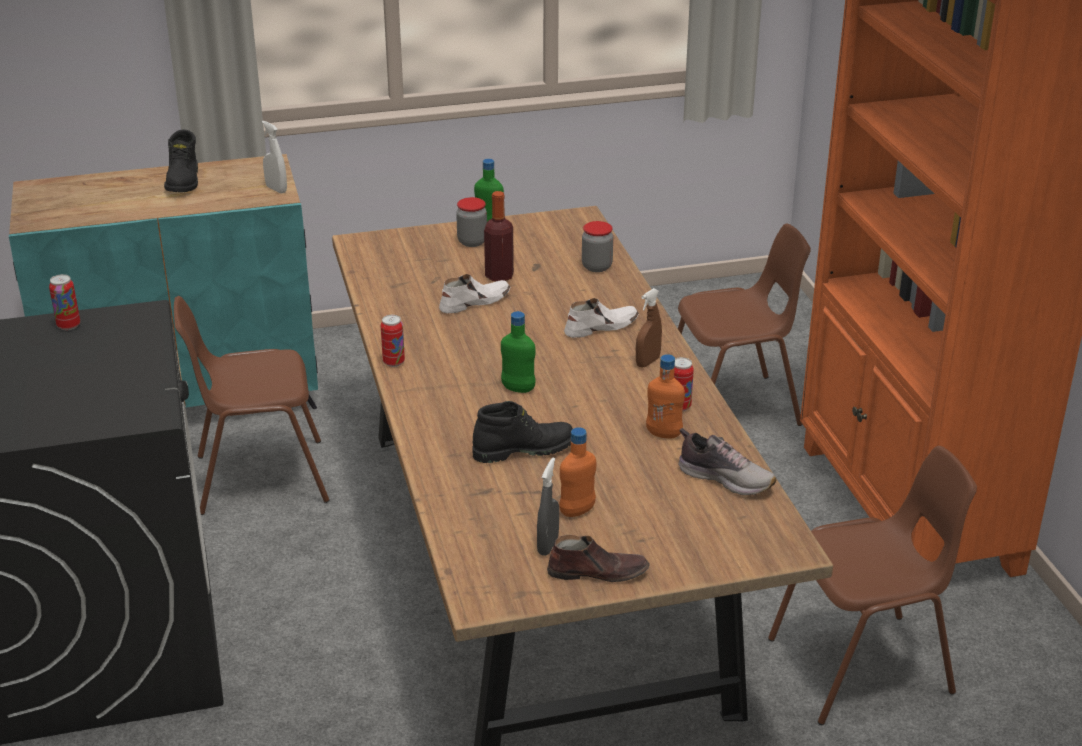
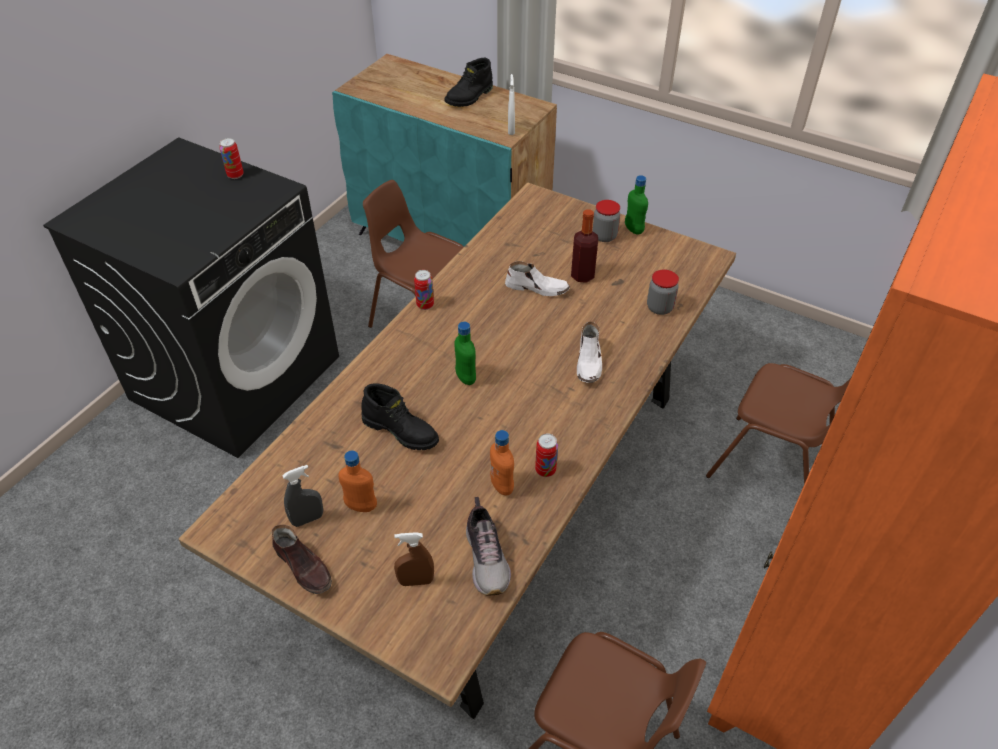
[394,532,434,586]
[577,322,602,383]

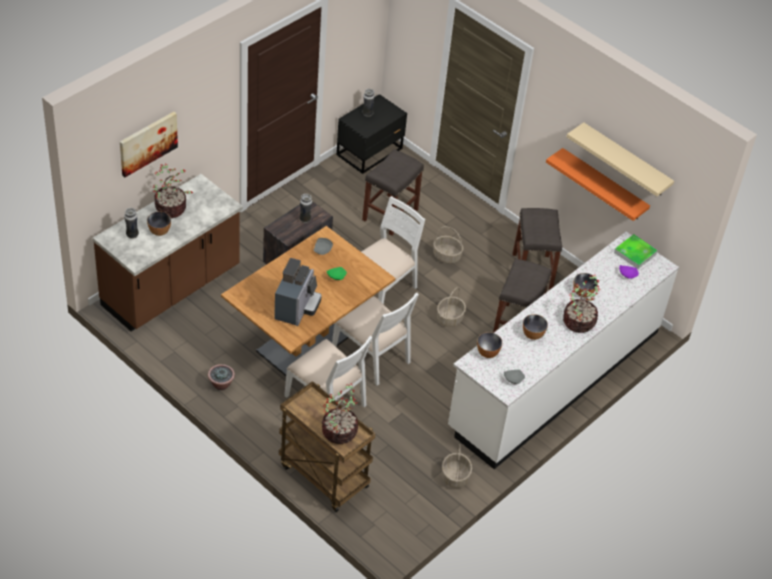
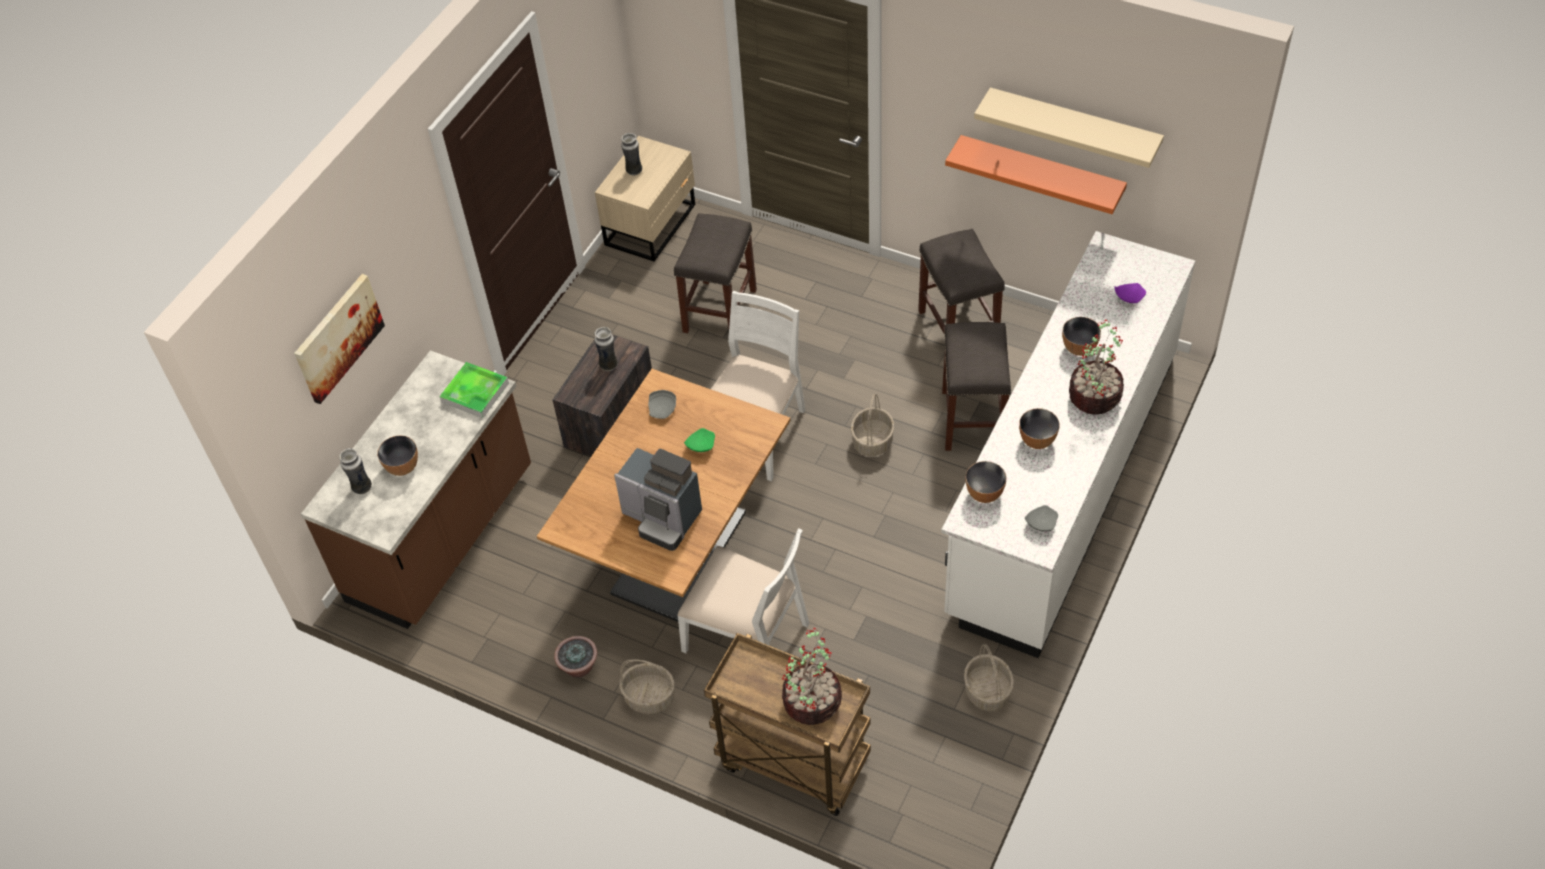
[153,163,193,218] (first image)
[332,293,419,386] (first image)
[619,659,675,714]
[439,362,509,418]
[595,136,695,261]
[614,448,702,551]

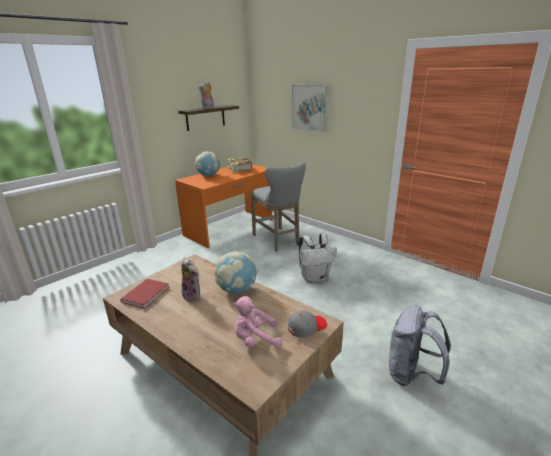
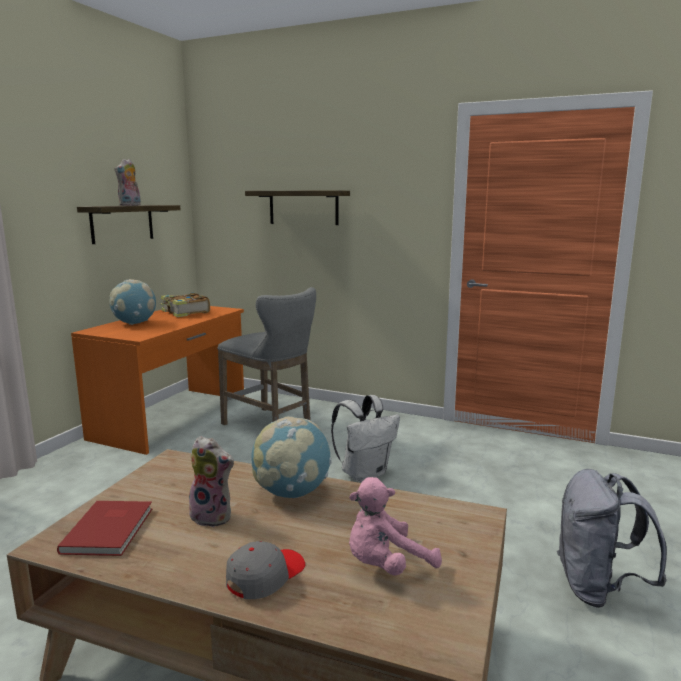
[226,541,305,599]
[245,190,350,225]

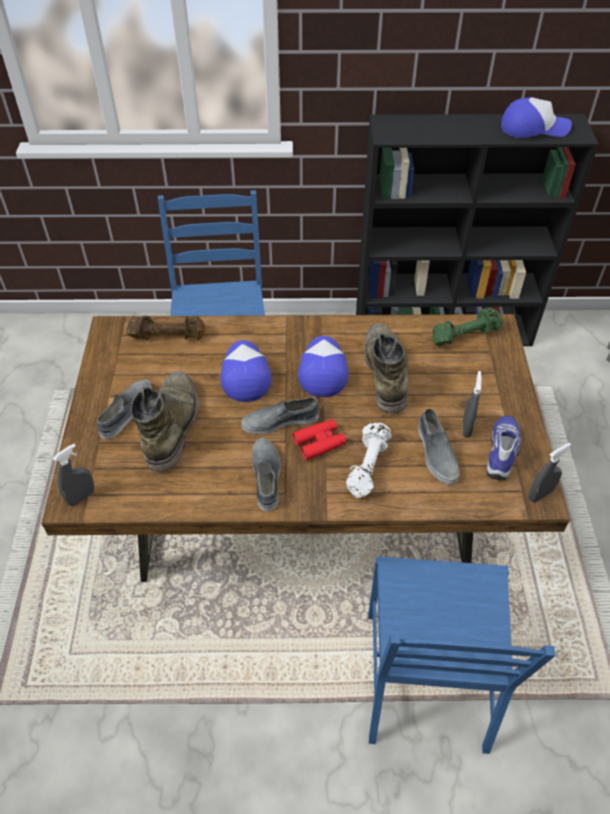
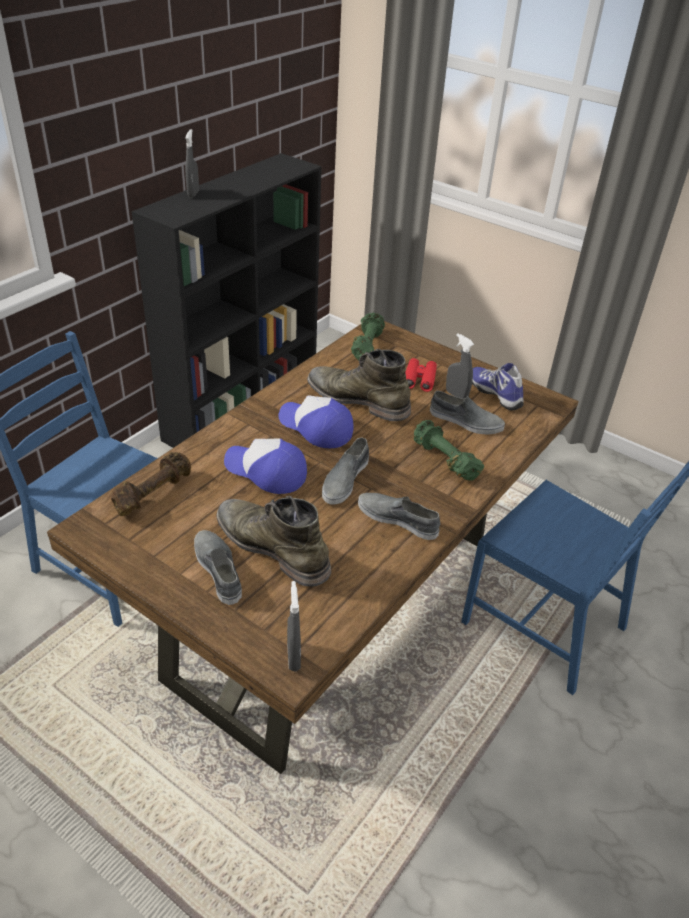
[501,97,572,138] (first image)
[405,358,437,392]
[185,129,199,197]
[414,420,484,481]

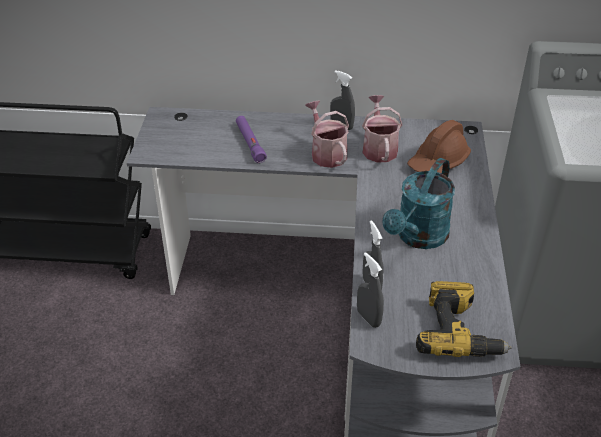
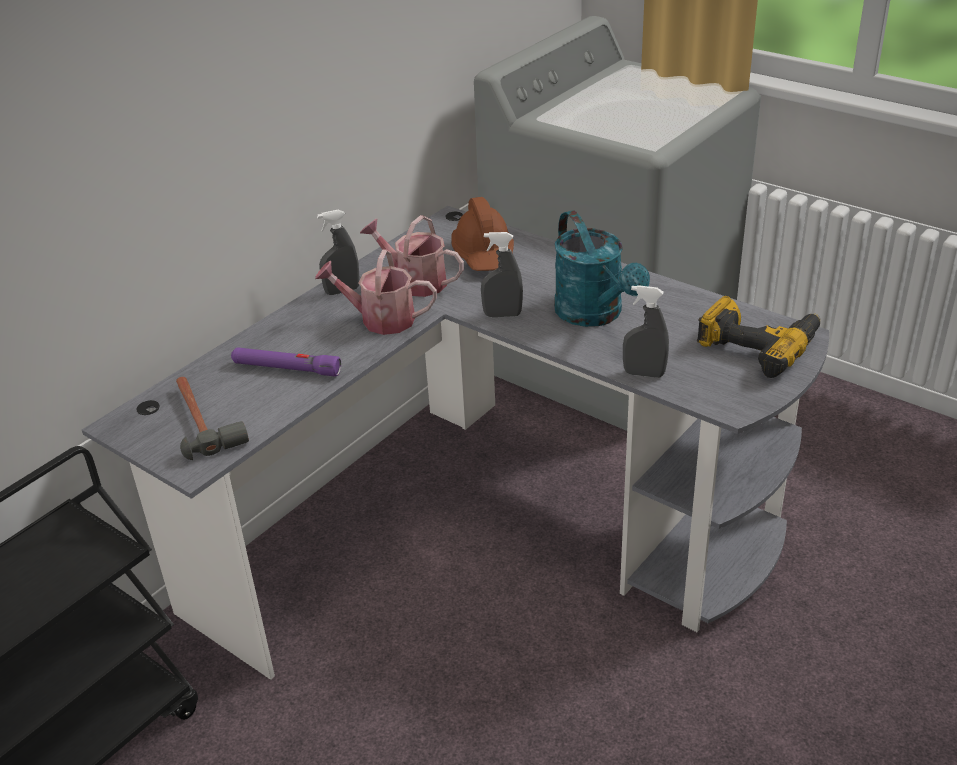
[176,377,249,460]
[481,232,523,317]

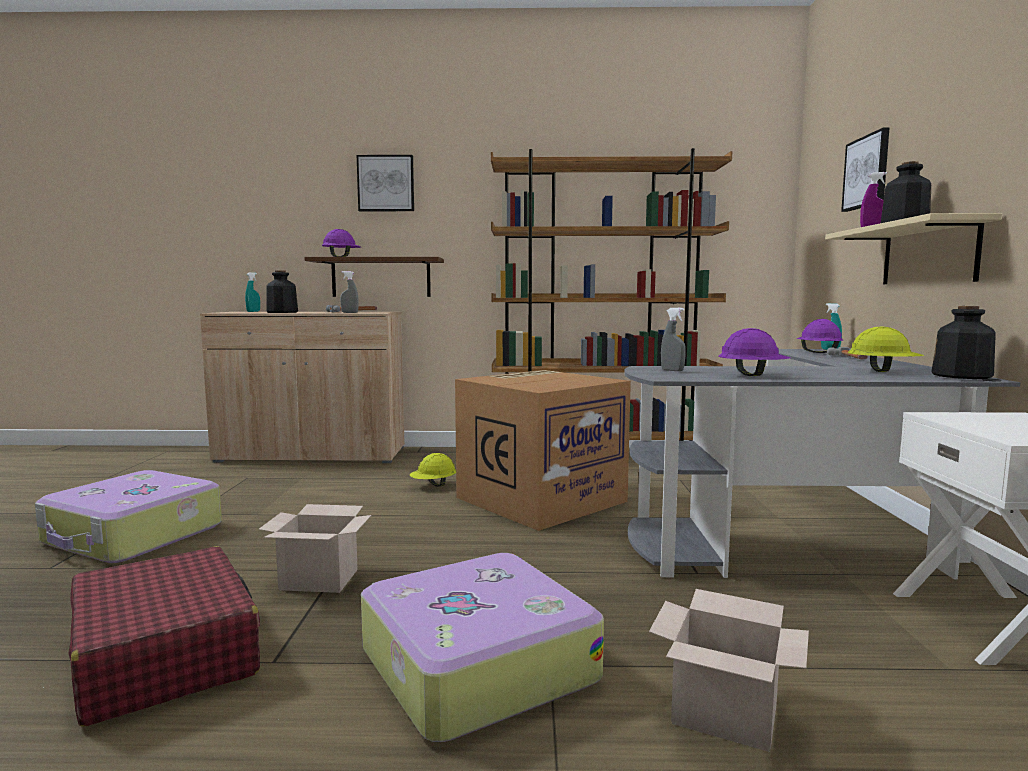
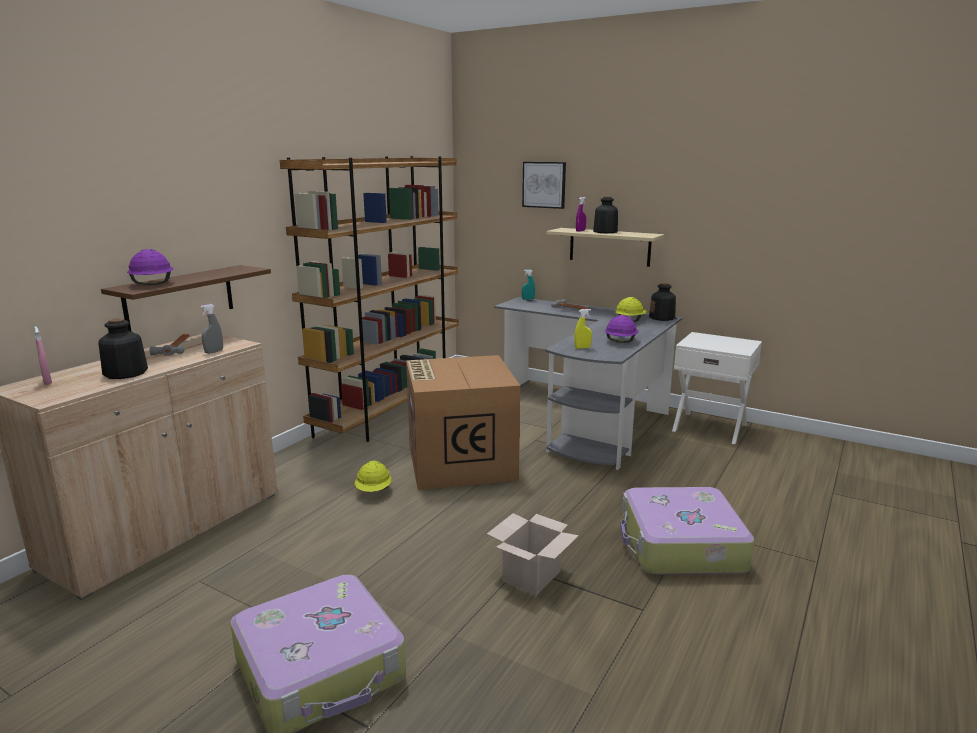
[68,546,260,727] (first image)
[357,155,414,211] (first image)
[649,589,809,752] (first image)
[797,319,843,353] (first image)
[34,326,52,385]
[575,309,592,349]

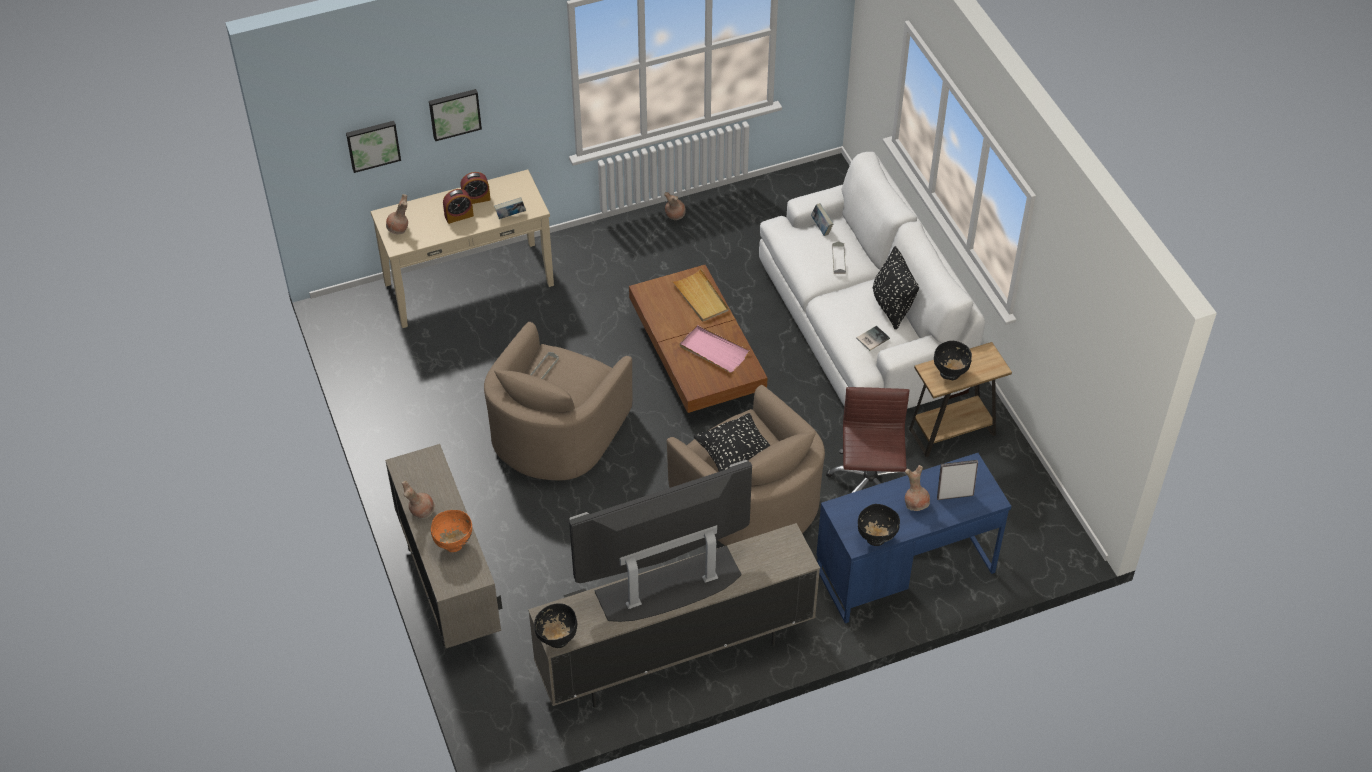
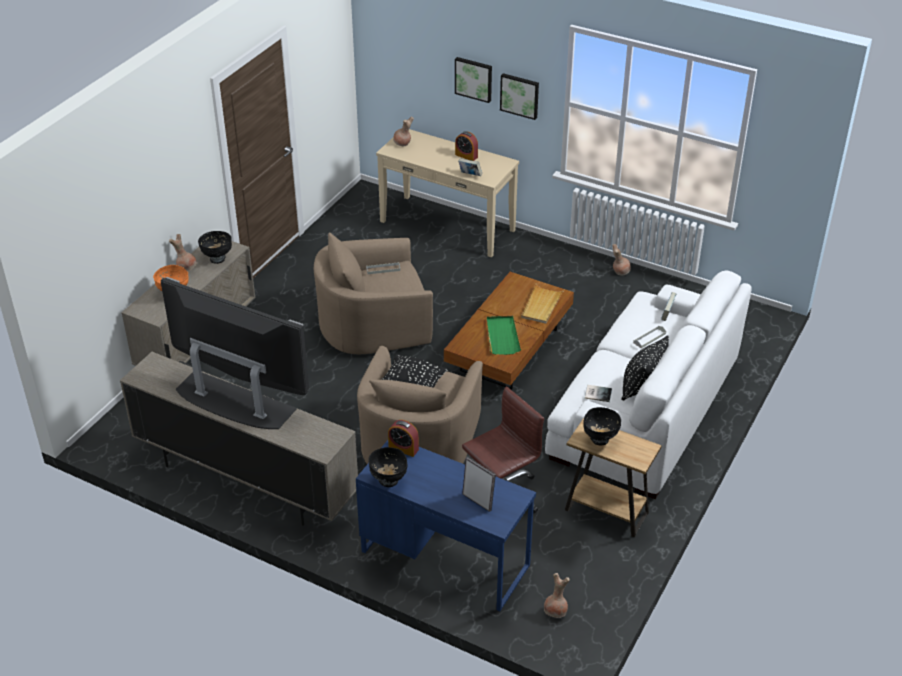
[500,73,539,120]
[388,420,419,457]
[198,231,232,264]
[544,573,570,618]
[487,315,521,355]

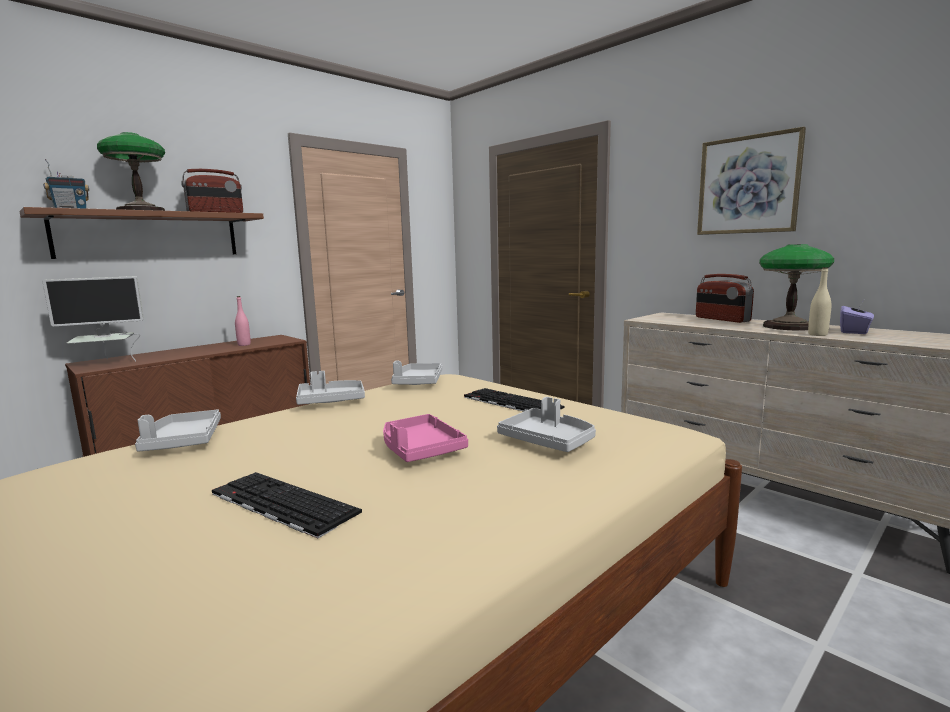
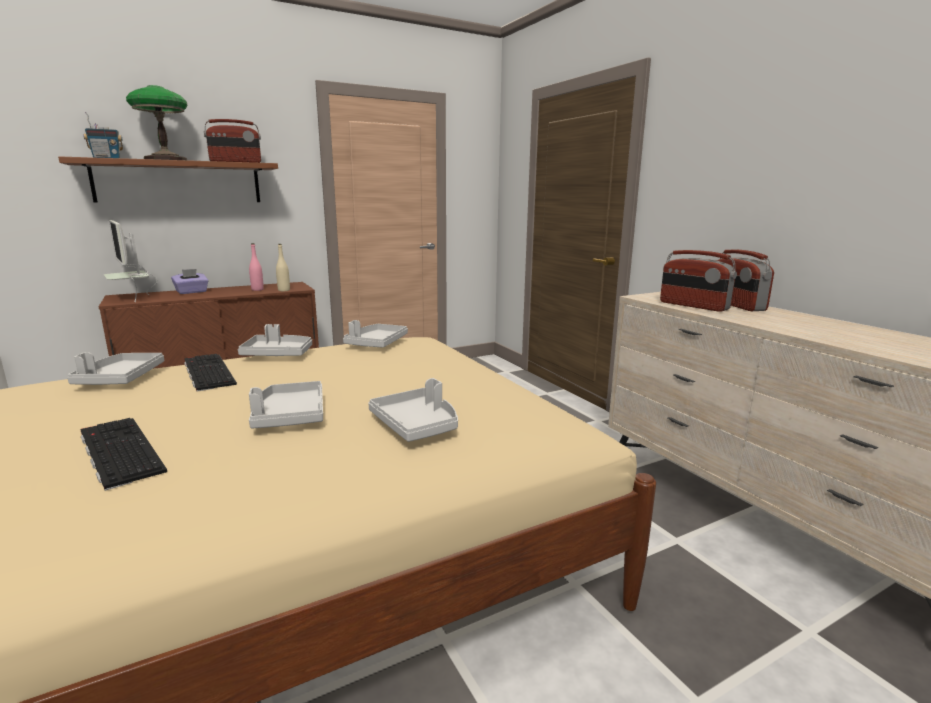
[697,127,806,235] (first image)
[759,244,834,331] (first image)
[660,250,737,312]
[184,354,237,391]
[276,244,290,291]
[171,269,209,294]
[249,381,323,429]
[104,220,157,302]

